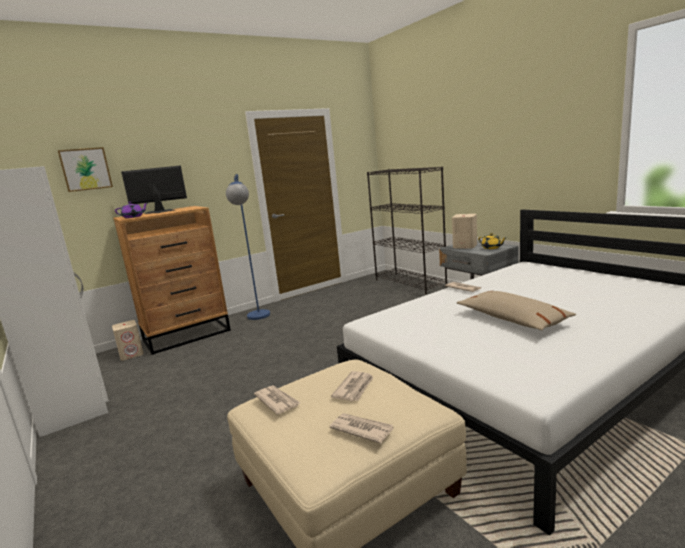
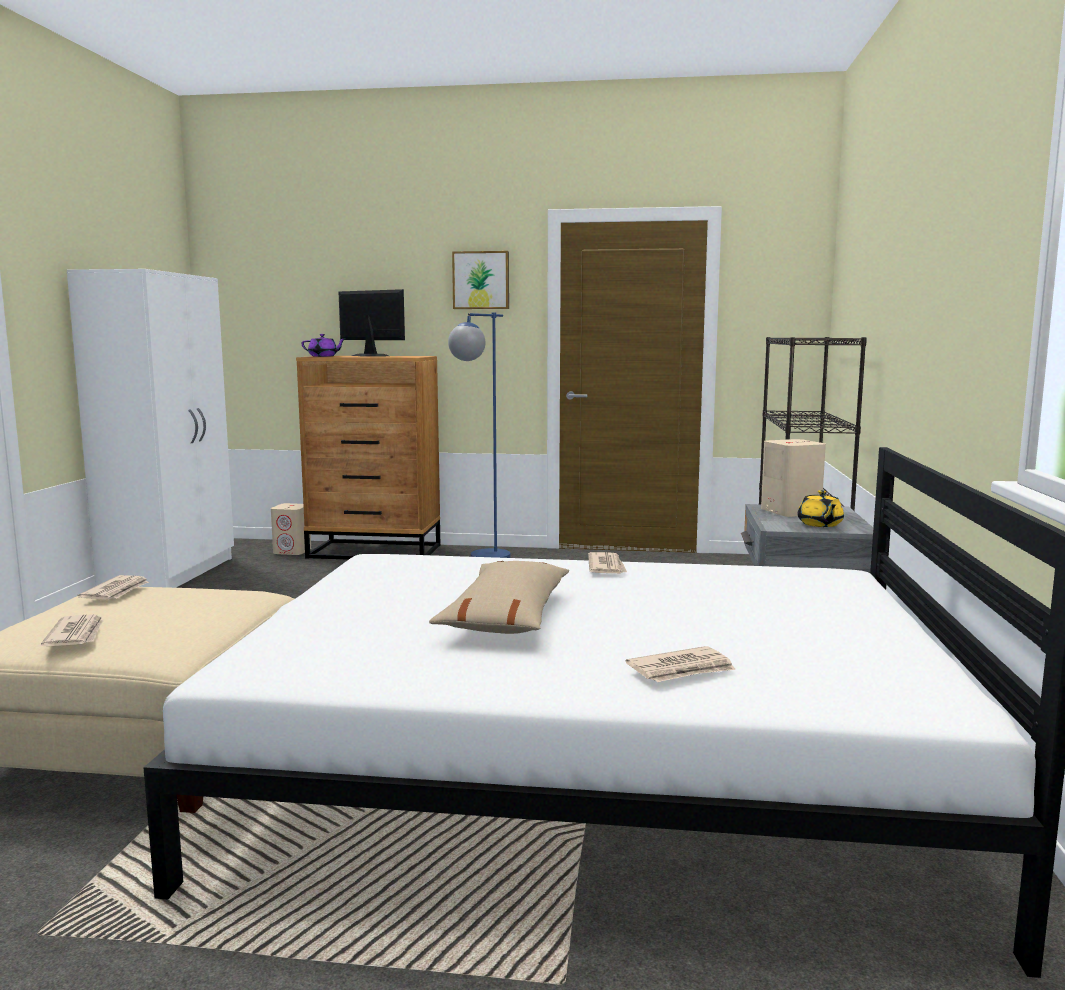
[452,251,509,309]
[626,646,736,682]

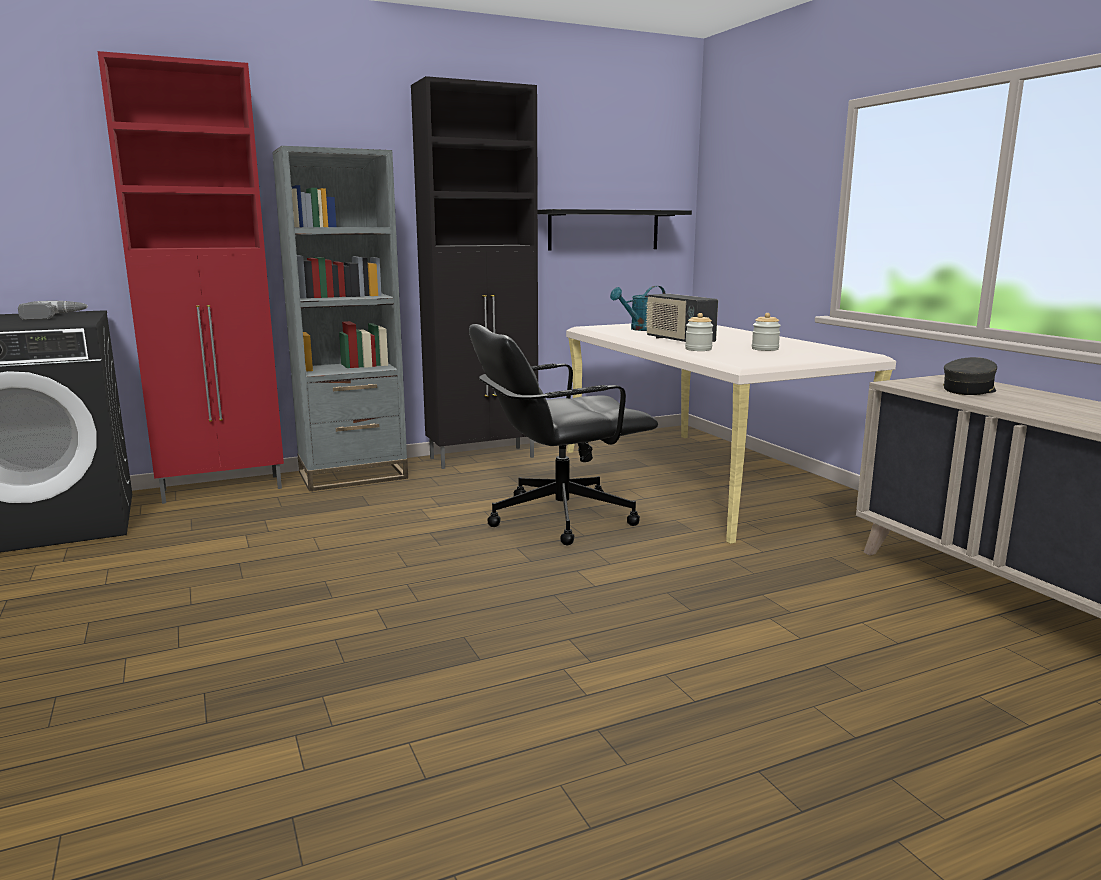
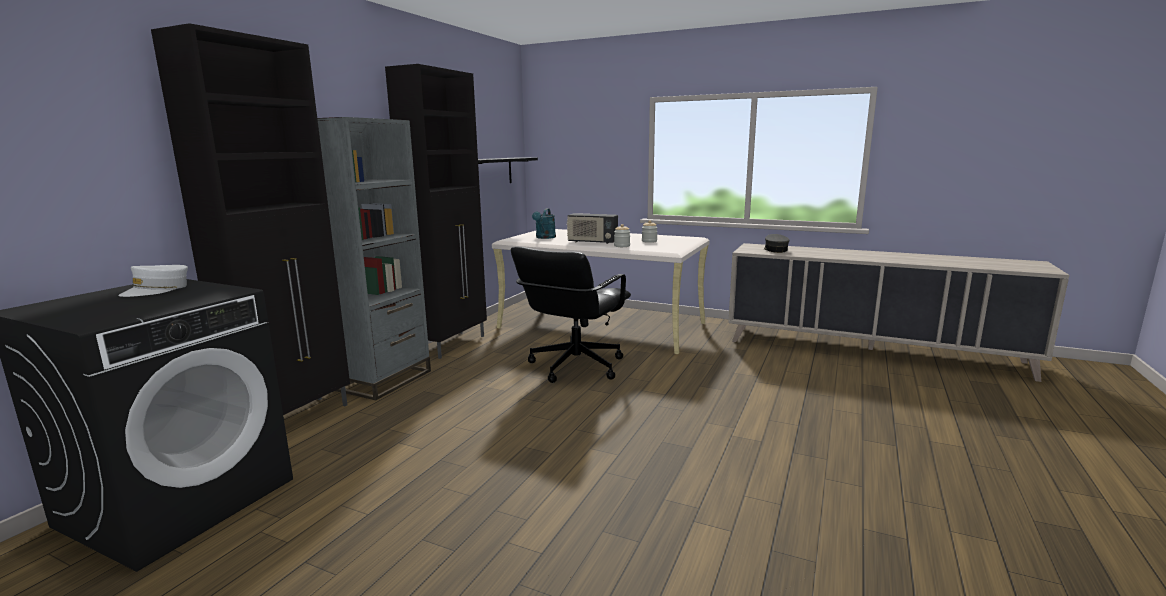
[118,265,188,297]
[151,23,350,415]

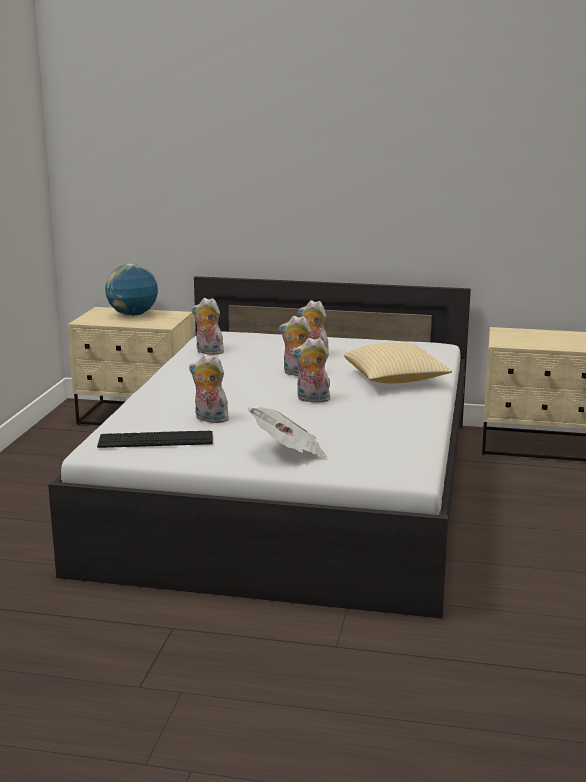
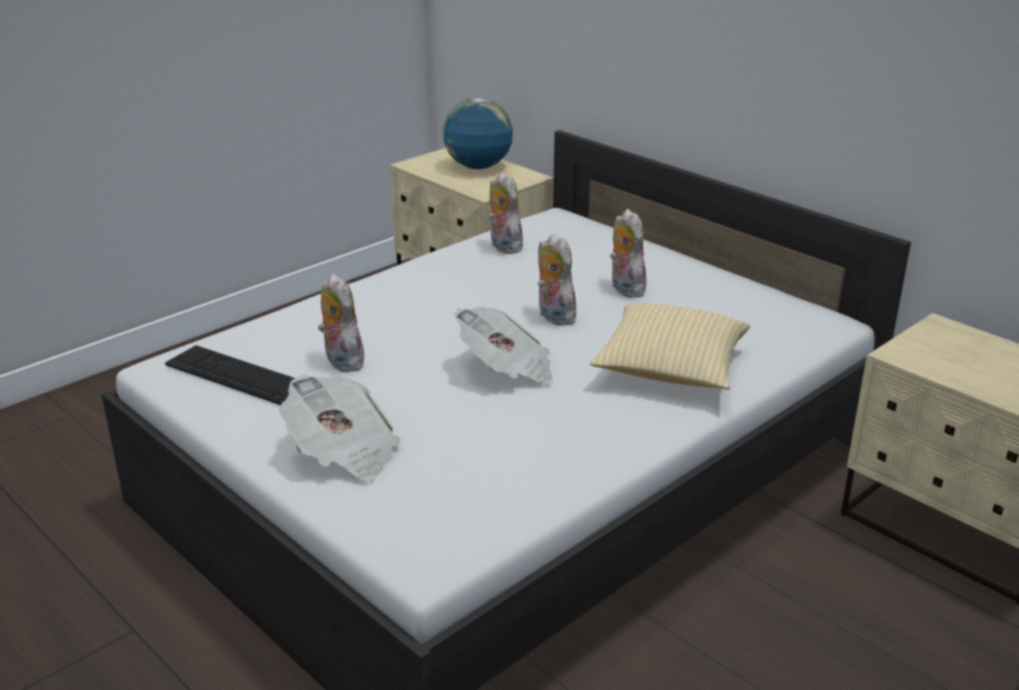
[455,307,553,385]

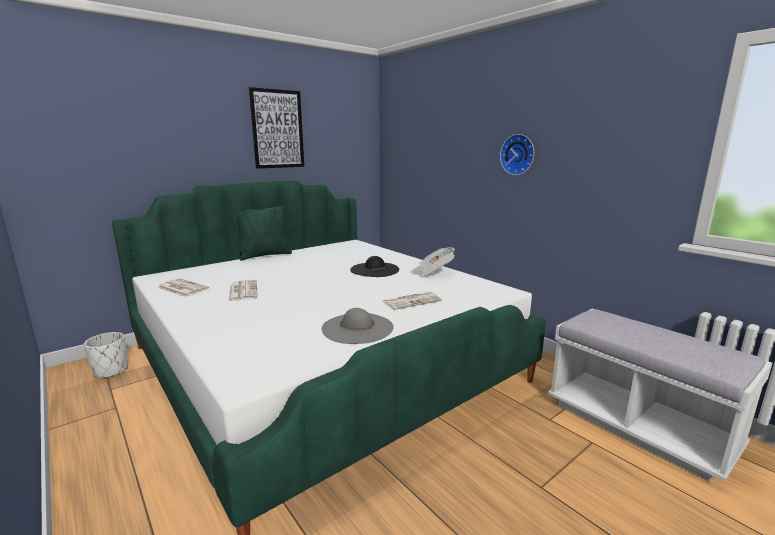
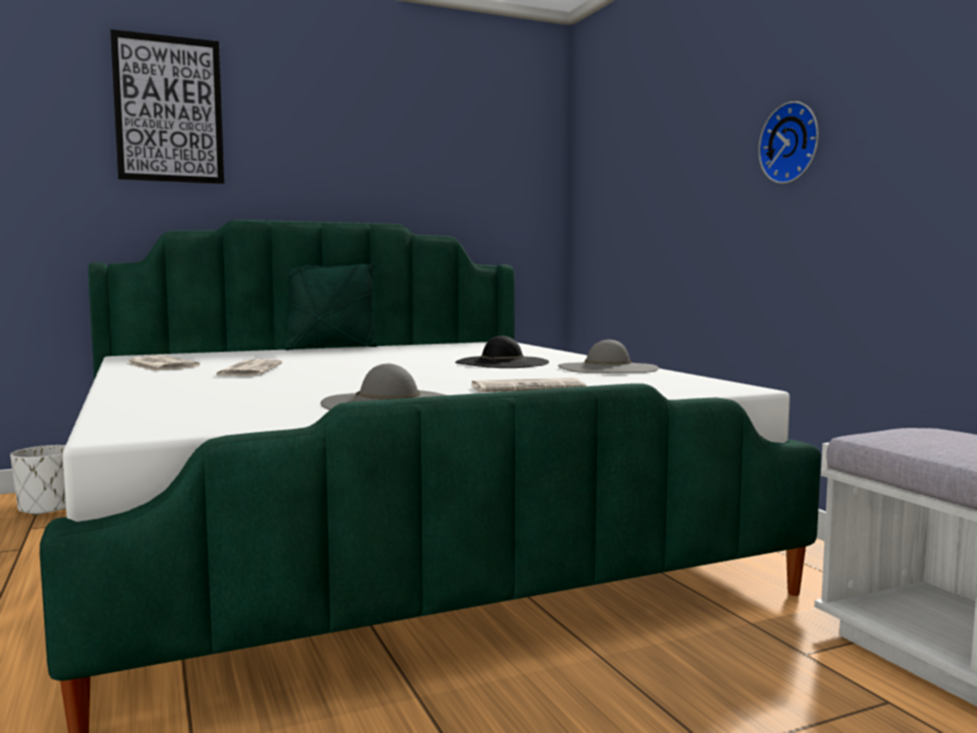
[110,29,224,184]
[558,340,659,373]

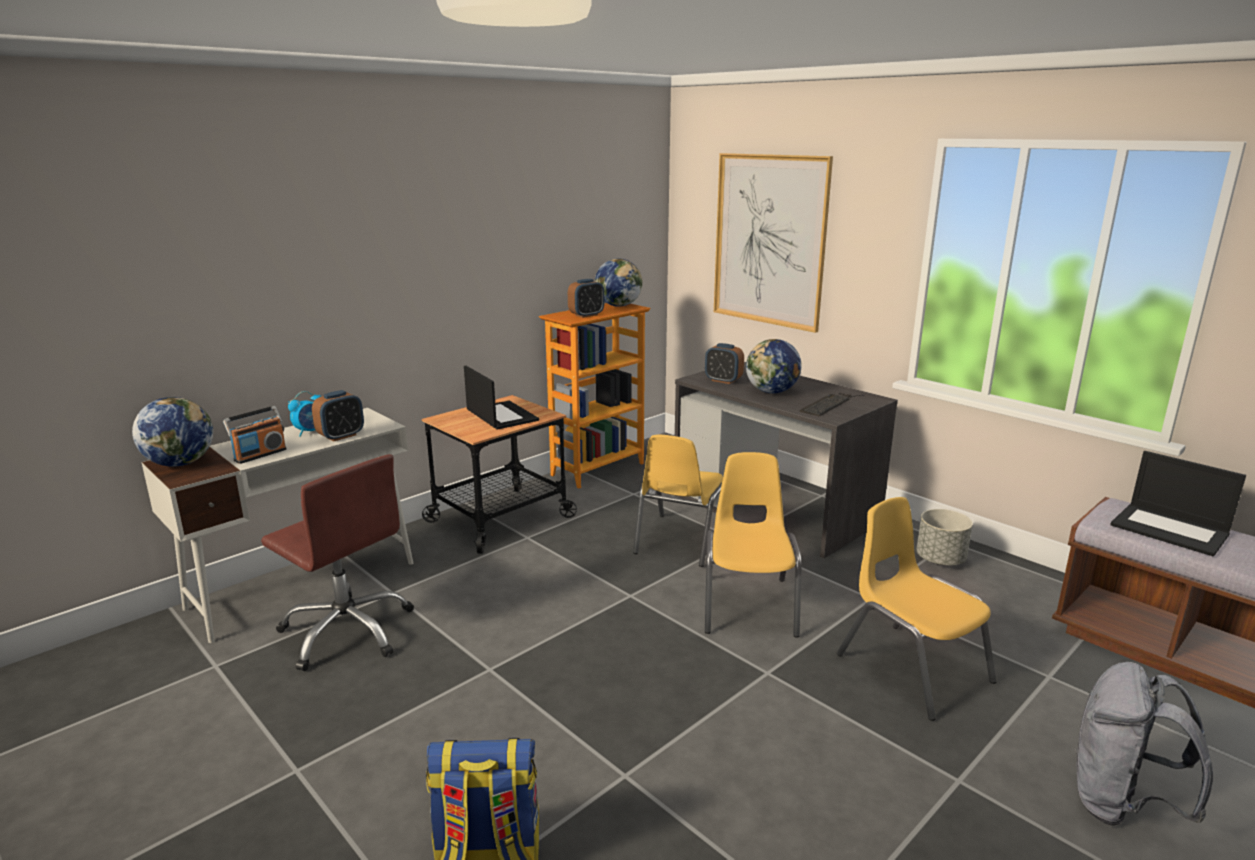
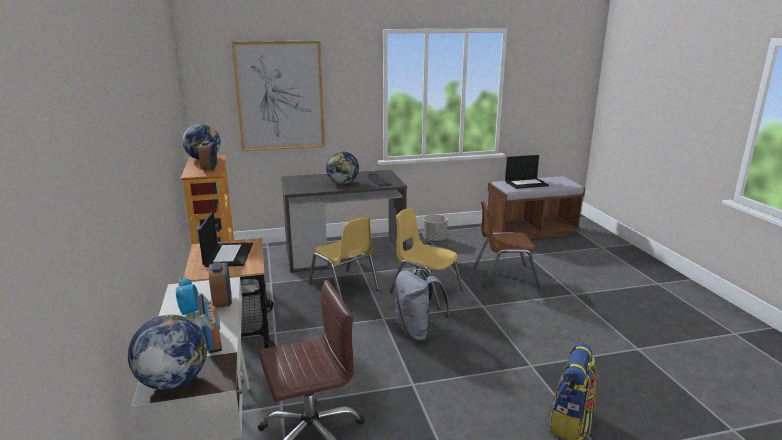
[705,343,744,384] (first image)
[394,269,450,341]
[473,201,540,286]
[198,211,253,267]

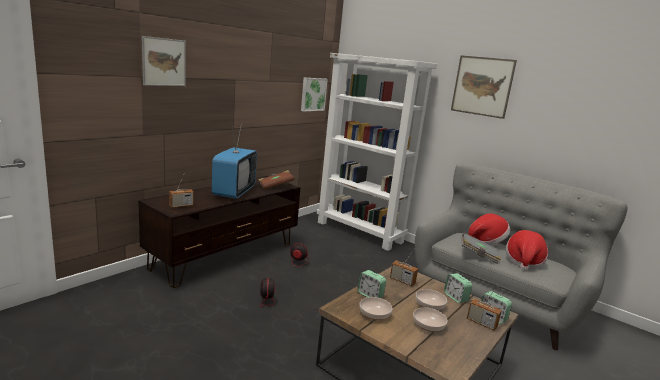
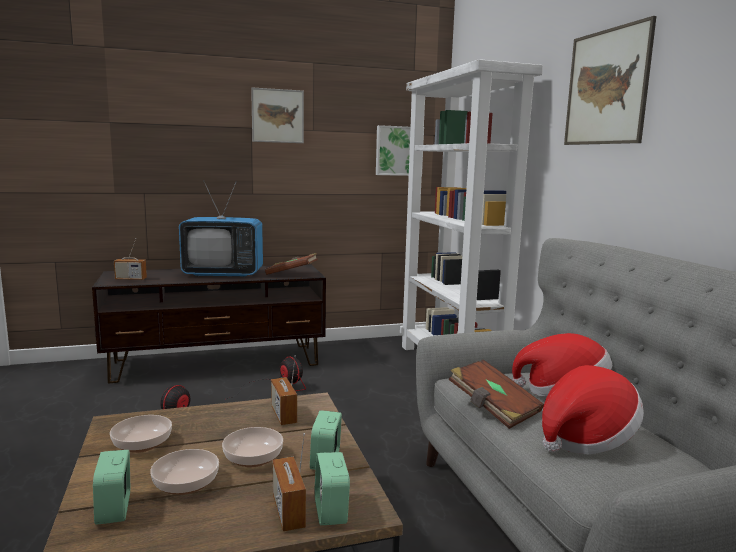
[251,88,304,143]
[93,450,130,525]
[449,359,544,429]
[179,180,263,277]

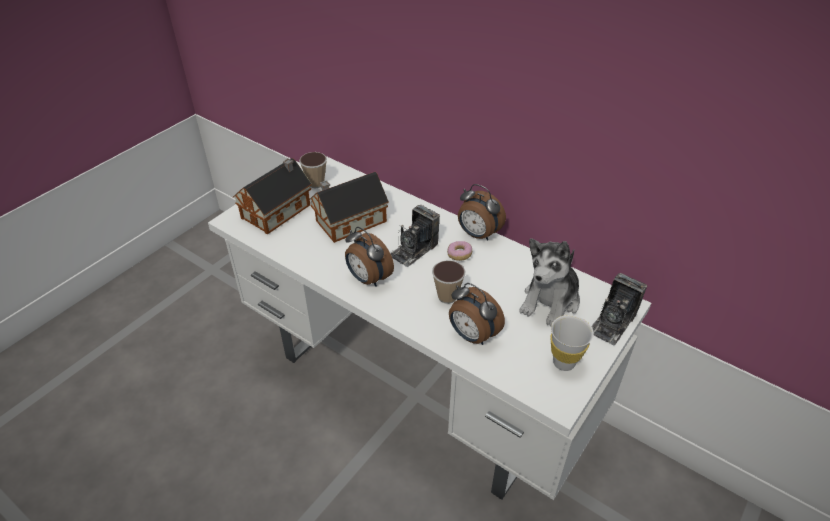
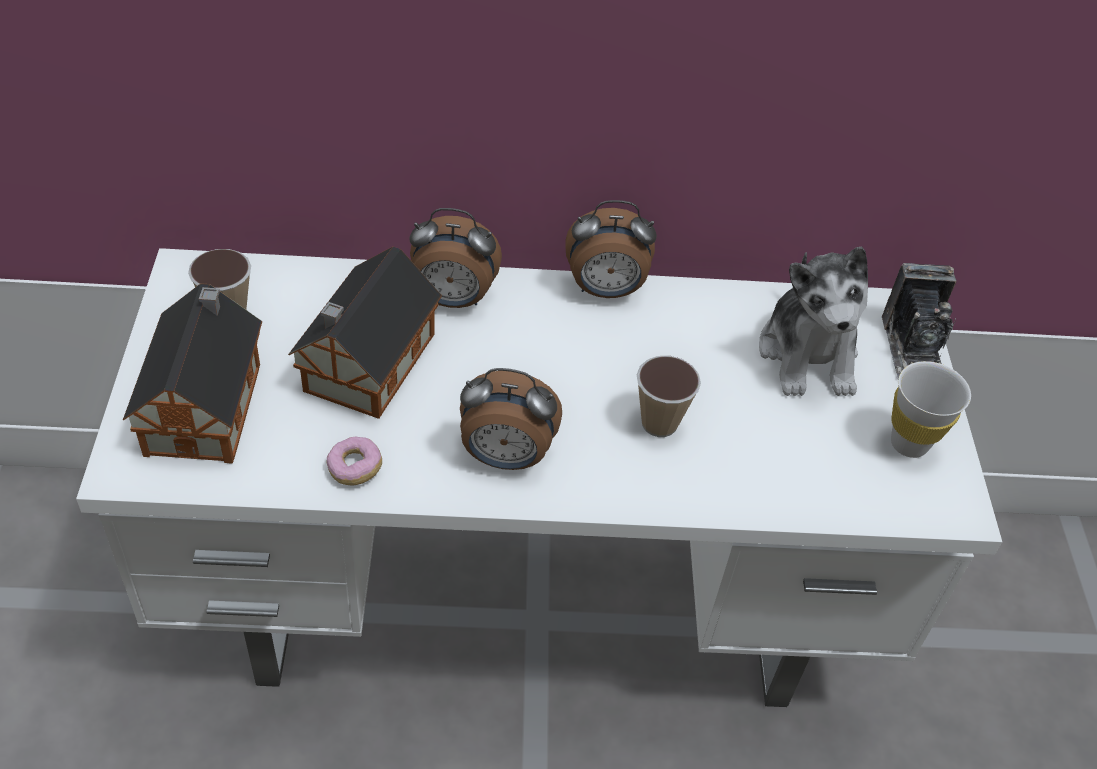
[391,205,440,267] (first image)
[326,437,382,485]
[410,208,502,308]

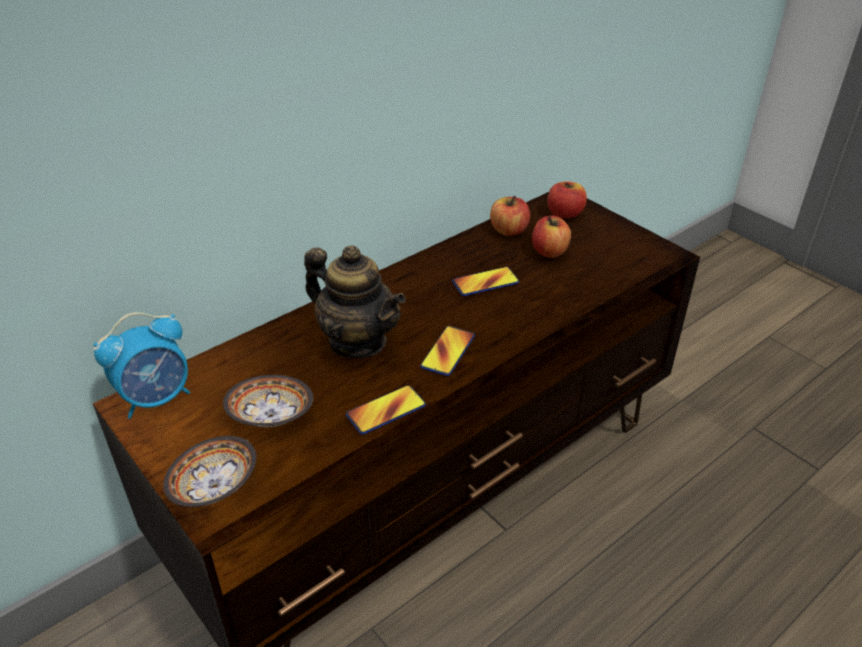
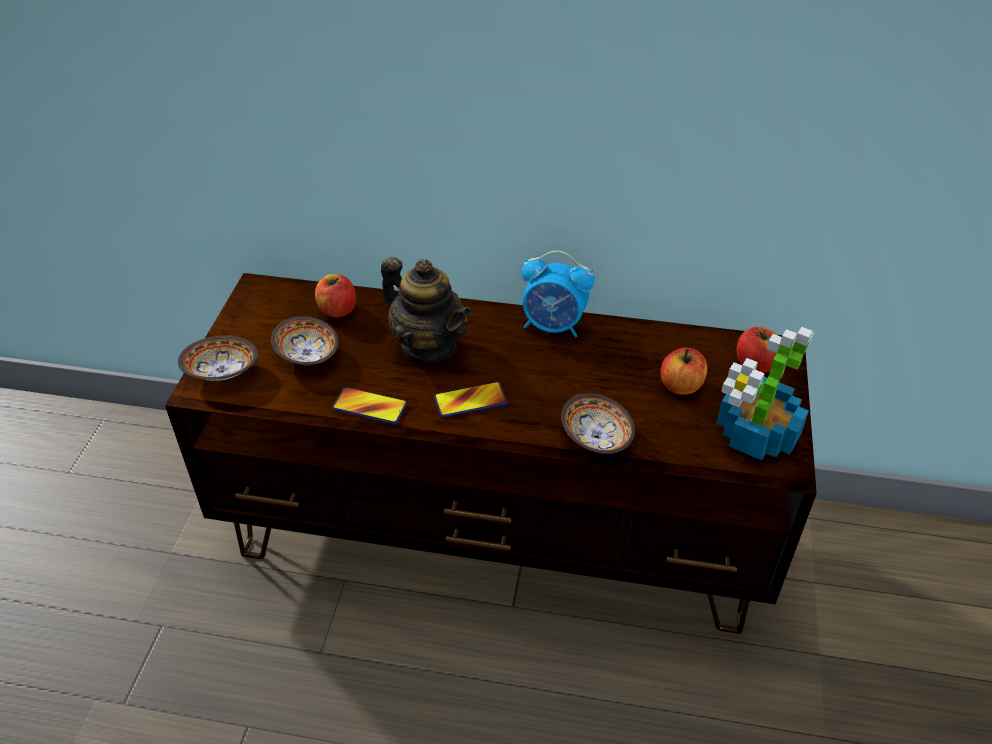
[452,267,519,296] (first image)
[561,393,635,454]
[717,327,814,460]
[521,251,595,338]
[315,274,356,318]
[381,257,472,363]

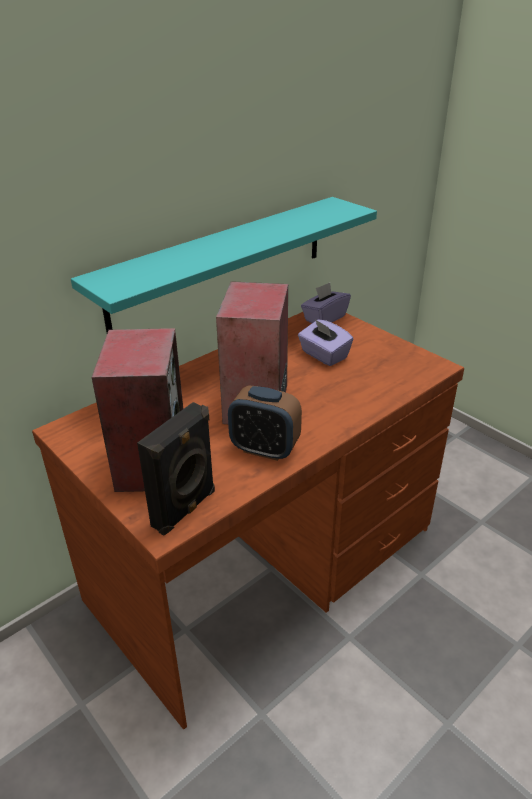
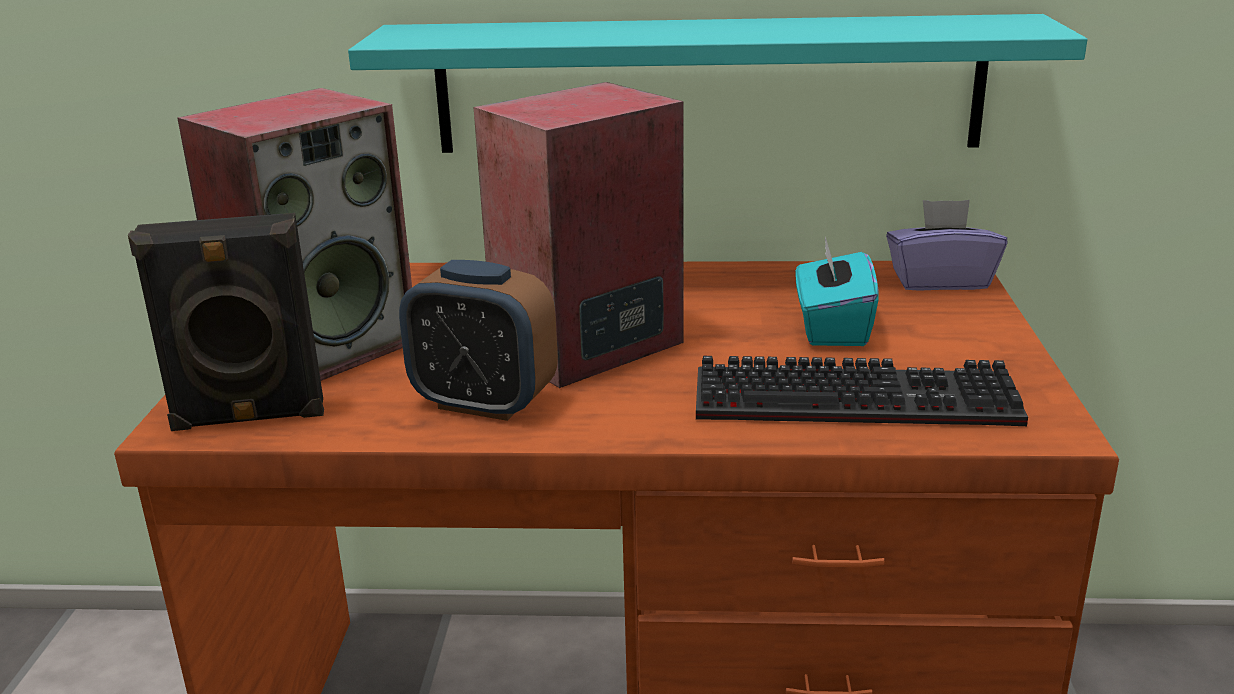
[696,356,1028,426]
[796,237,879,346]
[399,260,558,421]

